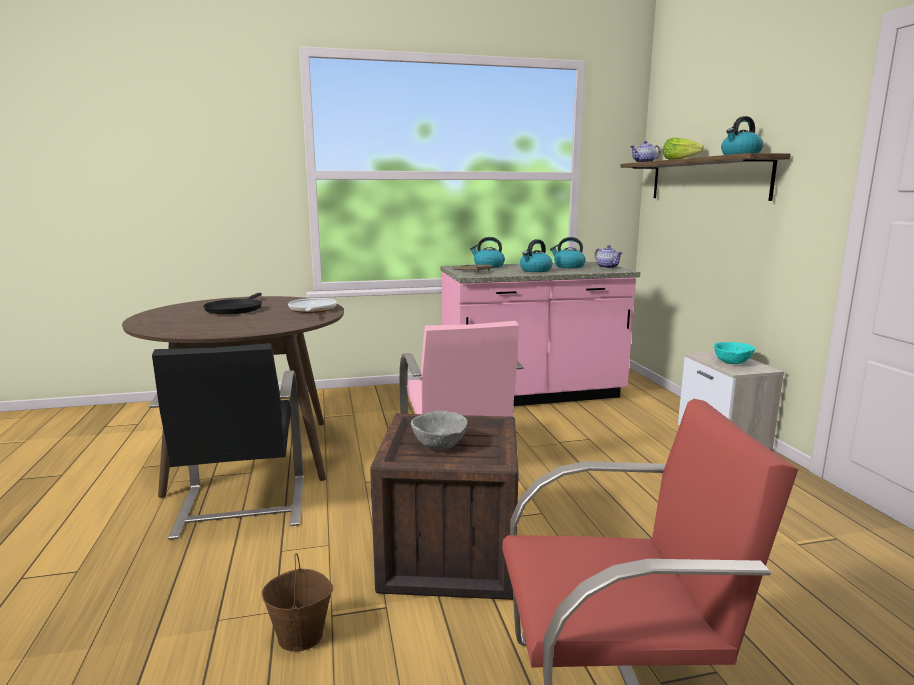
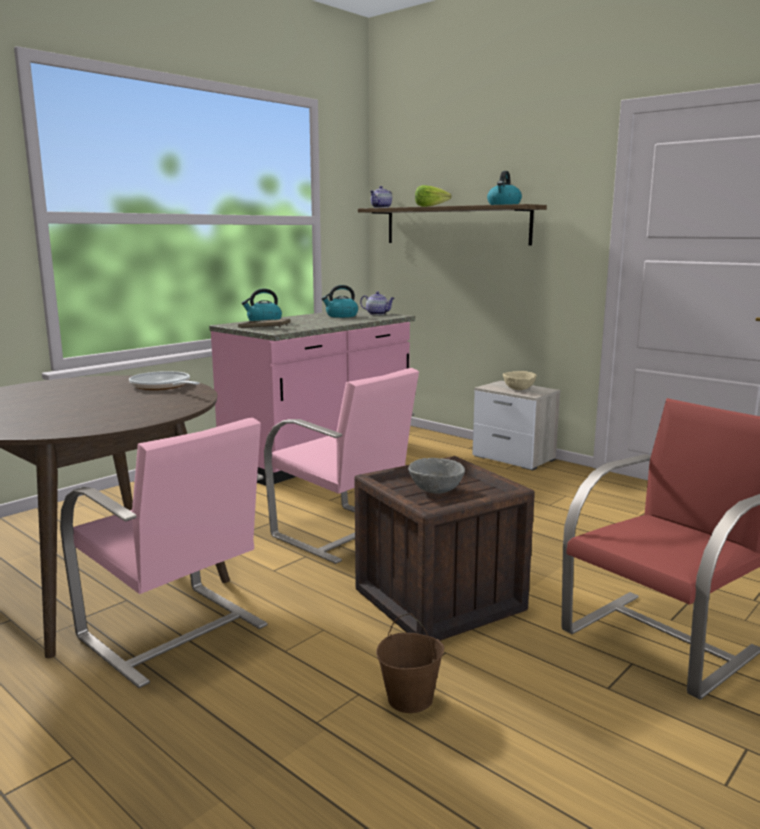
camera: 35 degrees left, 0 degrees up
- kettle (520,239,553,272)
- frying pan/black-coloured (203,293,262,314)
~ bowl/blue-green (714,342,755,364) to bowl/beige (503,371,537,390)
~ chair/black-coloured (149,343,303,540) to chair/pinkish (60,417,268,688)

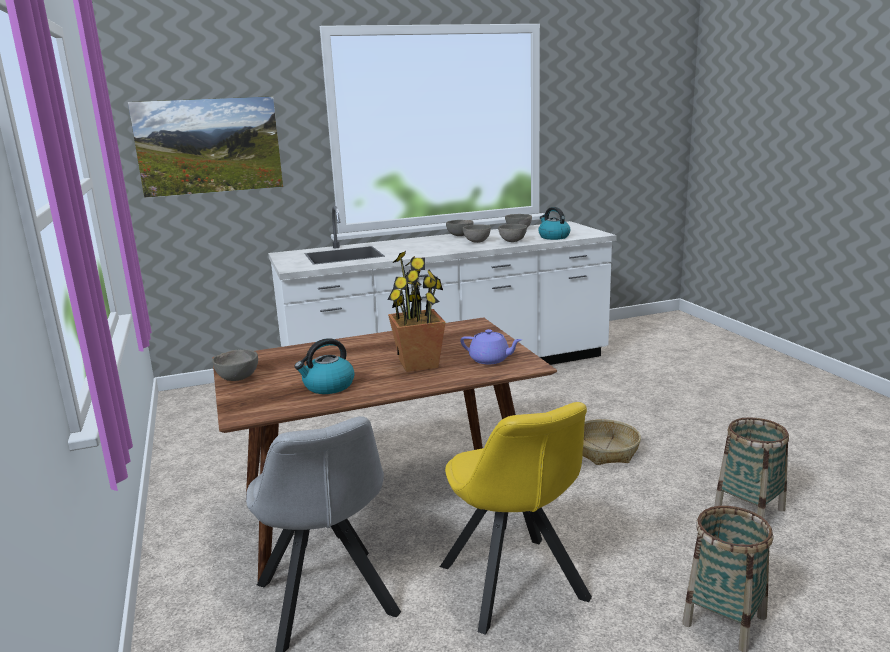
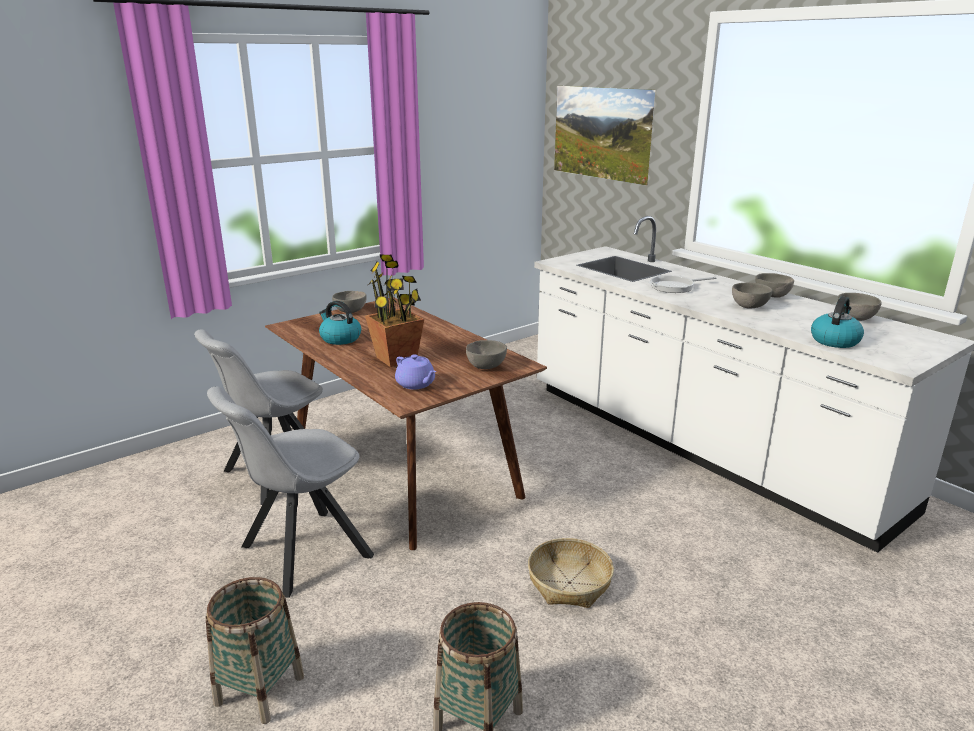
camera: 70 degrees right, 5 degrees up
~ bowl/greyish (498,224,527,242) to (466,340,507,369)
~ pot for tea/purple (460,329,522,364) = (395,354,436,390) 45 degrees counterclockwise
~ chair/yellowish (440,402,592,635) to chair/greyish (207,387,374,598)
+ frying pan (649,275,717,293)

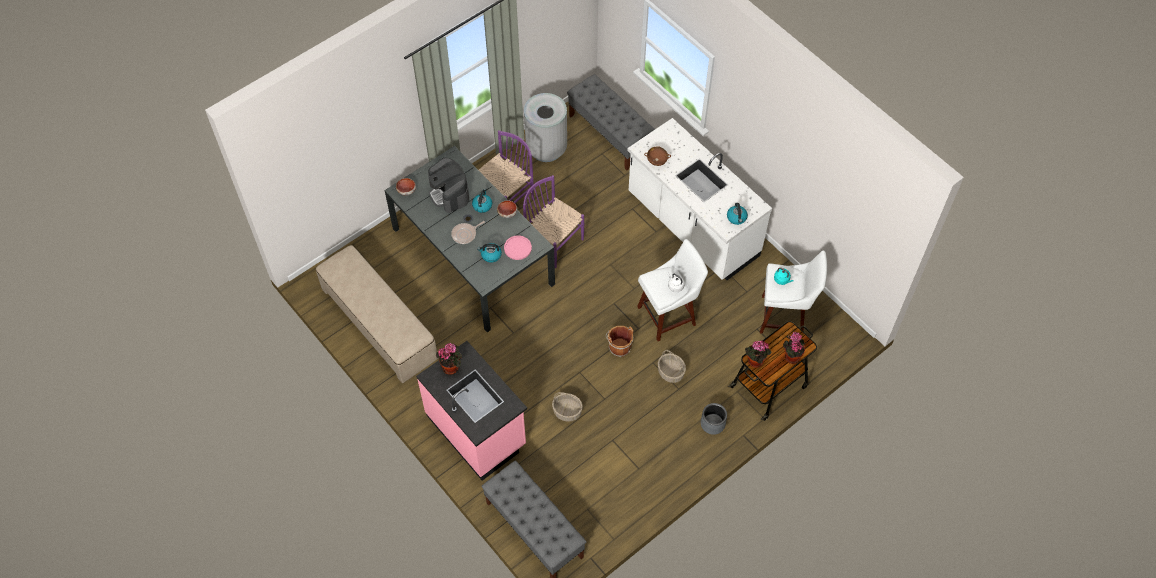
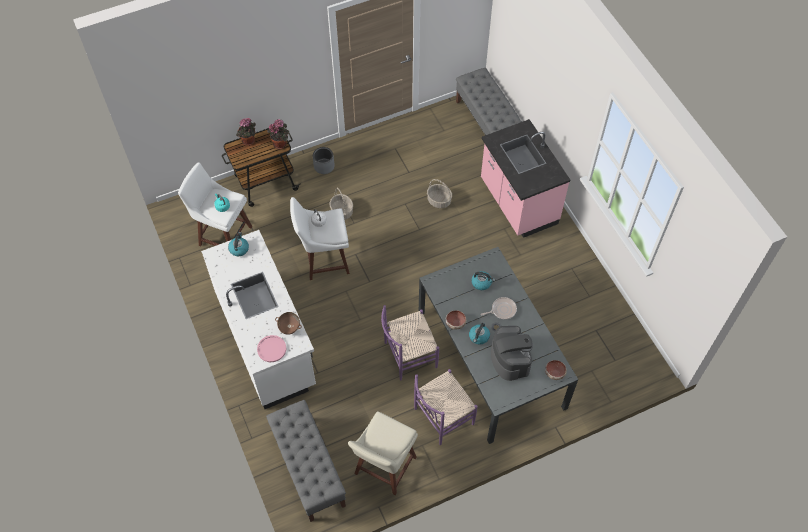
camera: 165 degrees left, 0 degrees up
~ rubbish bin/greyish (524,93,567,162) to sitting stool/beige (348,412,418,495)
~ chair/purple (523,175,584,268) = (381,305,439,381) 105 degrees clockwise
~ plate/pinkish (504,235,532,260) to (257,335,286,362)
- indoor bench/beige (316,245,438,383)
- water bucket/brownish (606,326,633,357)
- potted plant (436,343,462,375)

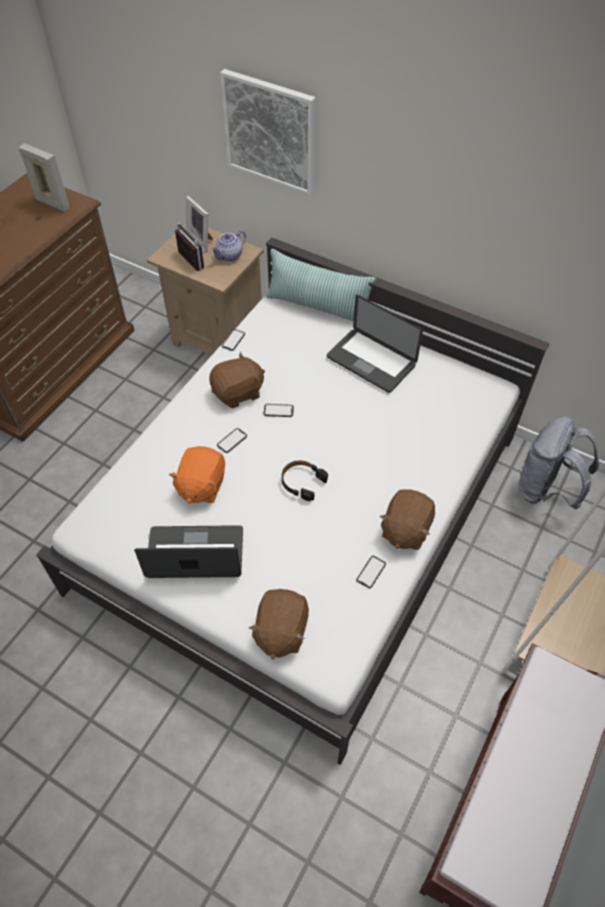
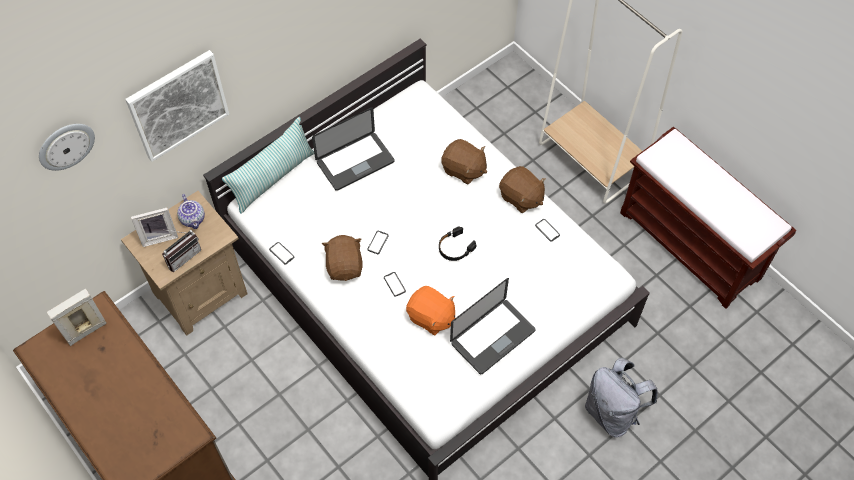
camera: 70 degrees left, 5 degrees up
~ radio set (174,223,204,271) = (162,230,201,272) 150 degrees clockwise
~ rucksack/greyish (519,417,599,509) to (585,358,658,438)
~ portable computer (134,525,243,578) = (450,278,536,374) 150 degrees counterclockwise
~ soft toy/brownish (249,589,309,660) to (441,139,487,184)
+ hanging clock (39,124,95,171)

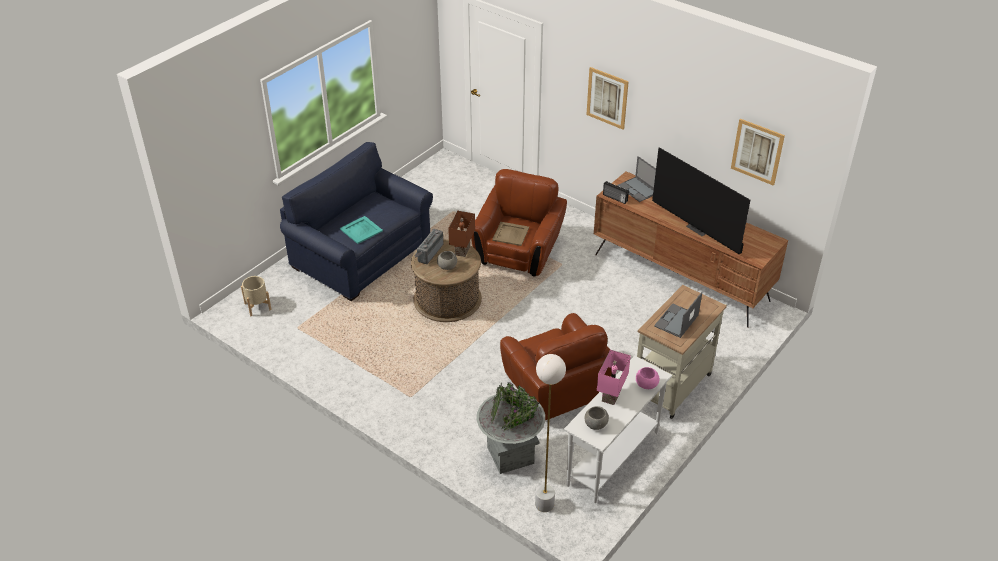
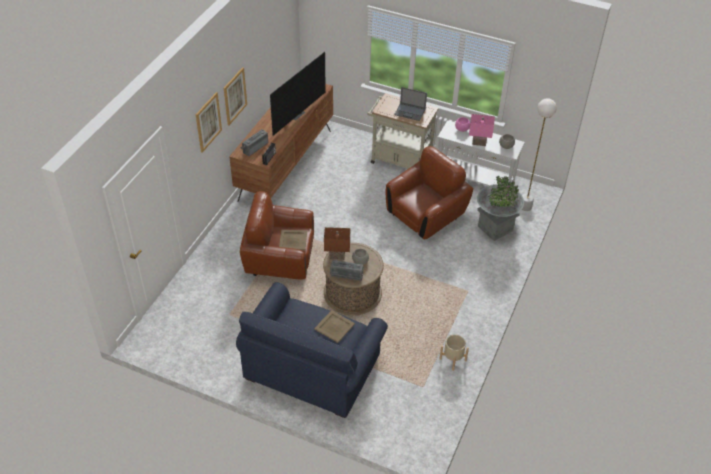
camera: 105 degrees left, 5 degrees up
~ wall picture (731,119,785,186) to (224,67,247,126)
~ portable computer (617,156,656,202) to radio set (241,129,268,156)
~ tray/blue-green (340,216,383,244) to tray/beige (314,310,355,343)
~ flower pot/beige (241,276,272,316) to (439,335,469,371)

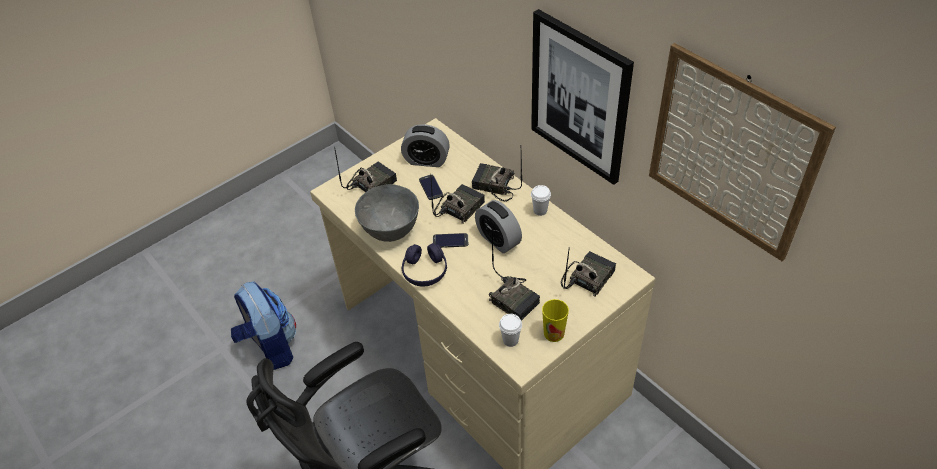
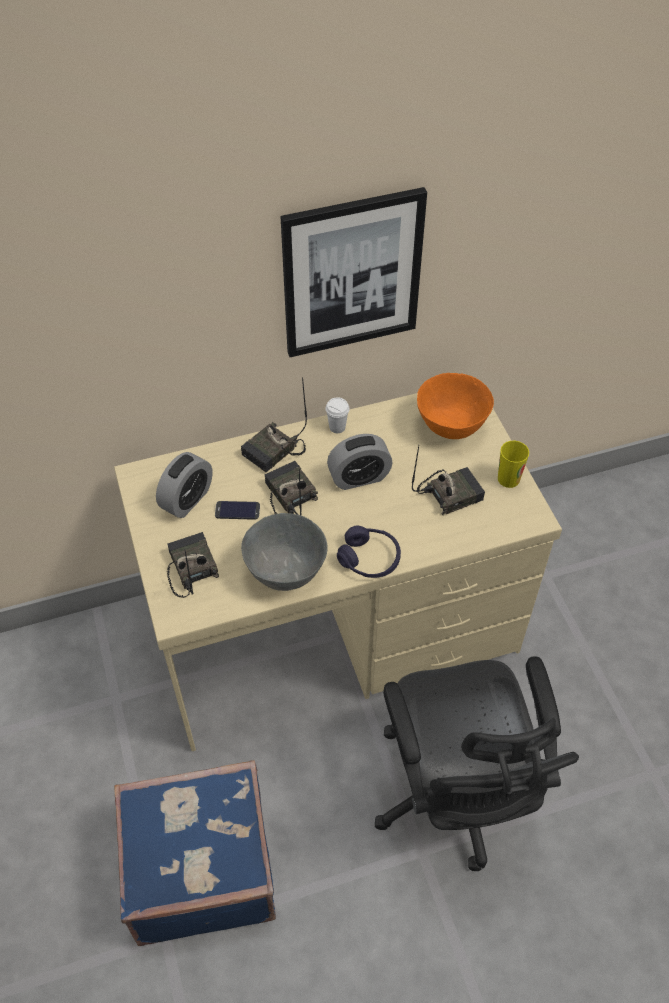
camera: 70 degrees left, 5 degrees up
- wall picture (649,43,836,261)
- telephone (433,233,468,248)
~ radio set (561,250,616,297) to bowl/orangey (417,373,494,439)
~ rucksack (231,281,296,370) to piece of luggage/blue-coloured (114,760,276,946)
- drinking cup/white-coloured (499,314,522,347)

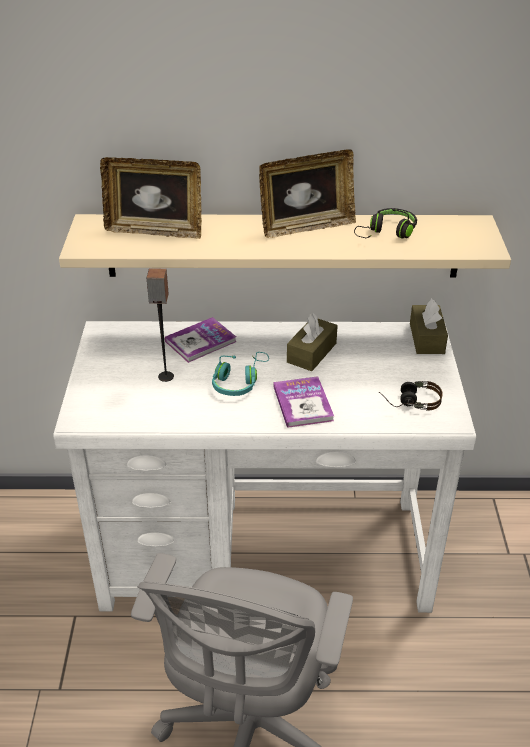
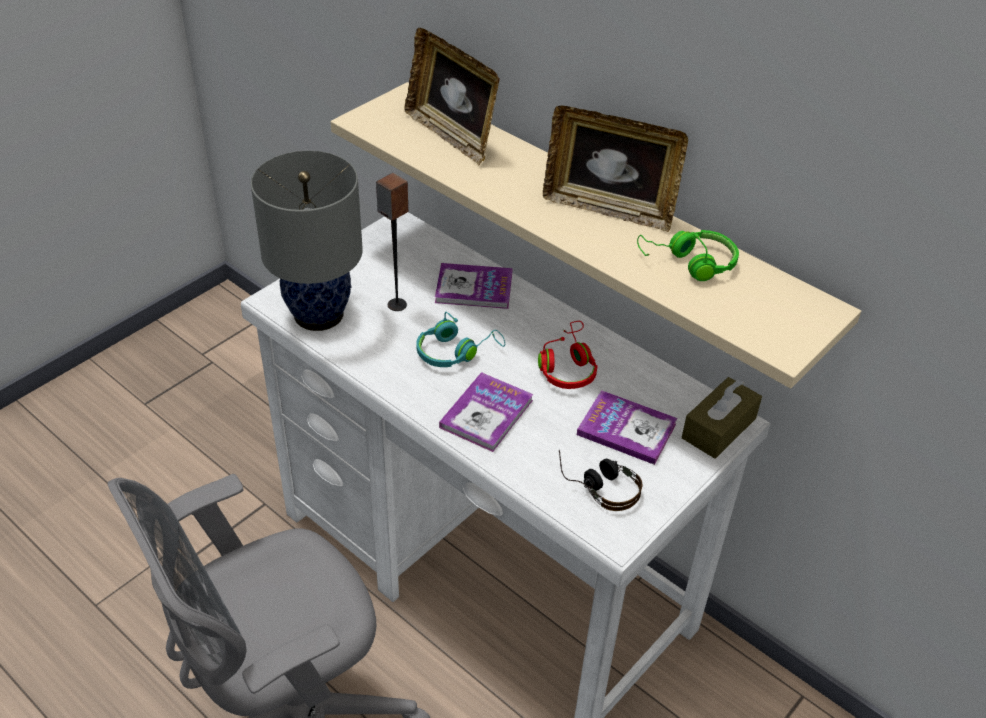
camera: 40 degrees right, 5 degrees up
~ pair of headphones/black-coloured (354,208,417,239) to pair of headphones/green (637,230,739,281)
~ tissue holder/brownish (287,313,338,371) to pair of headphones/red-coloured (538,321,597,389)
+ table lamp/greyish (251,151,363,331)
+ bound book (577,390,677,465)

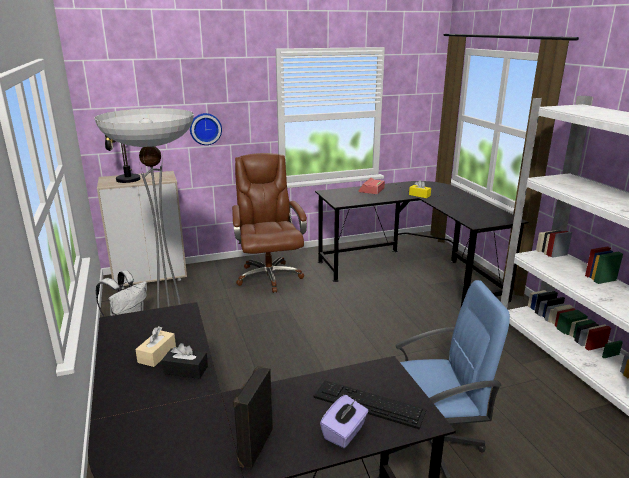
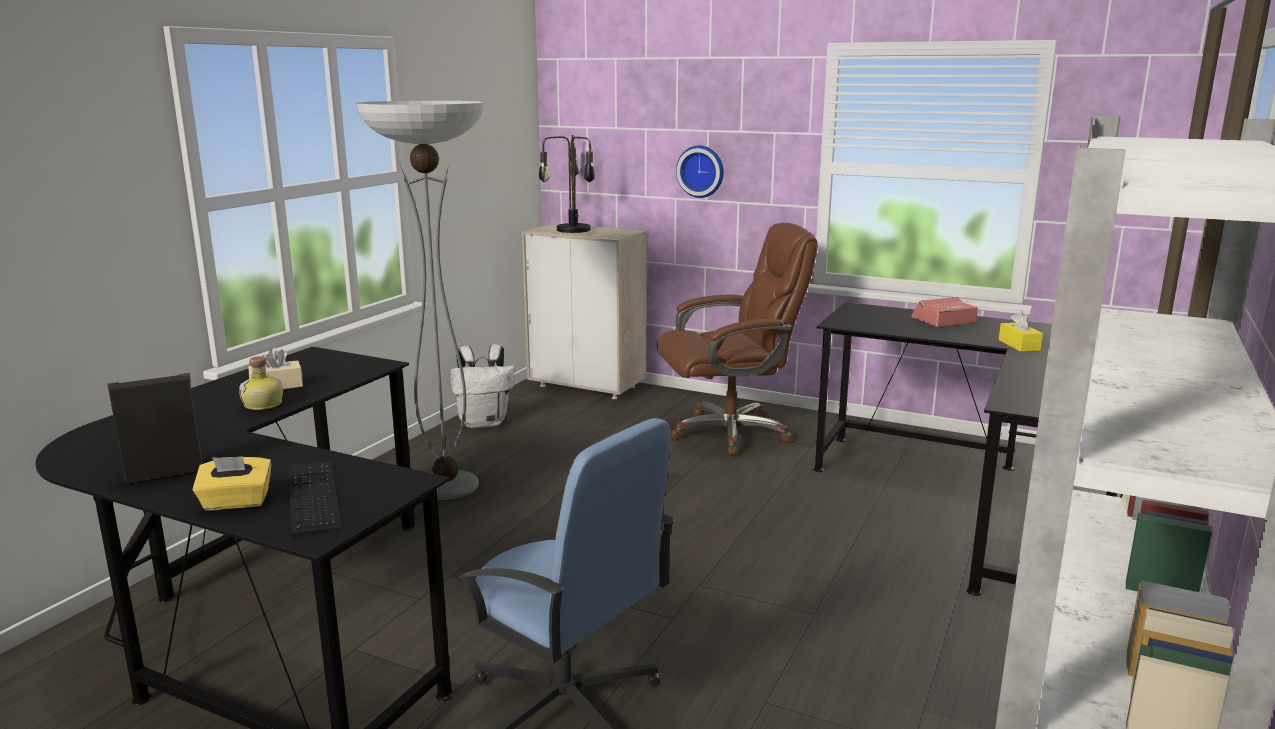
camera: 45 degrees right, 5 degrees down
~ computer chair/brownish (232,153,307,293) = (657,223,818,456) 45 degrees clockwise
~ tissue holder/black-coloured (162,343,208,379) to bottle (239,356,283,410)
~ tissue holder/purple (320,395,369,448) to tissue holder/yellowish (193,456,272,510)

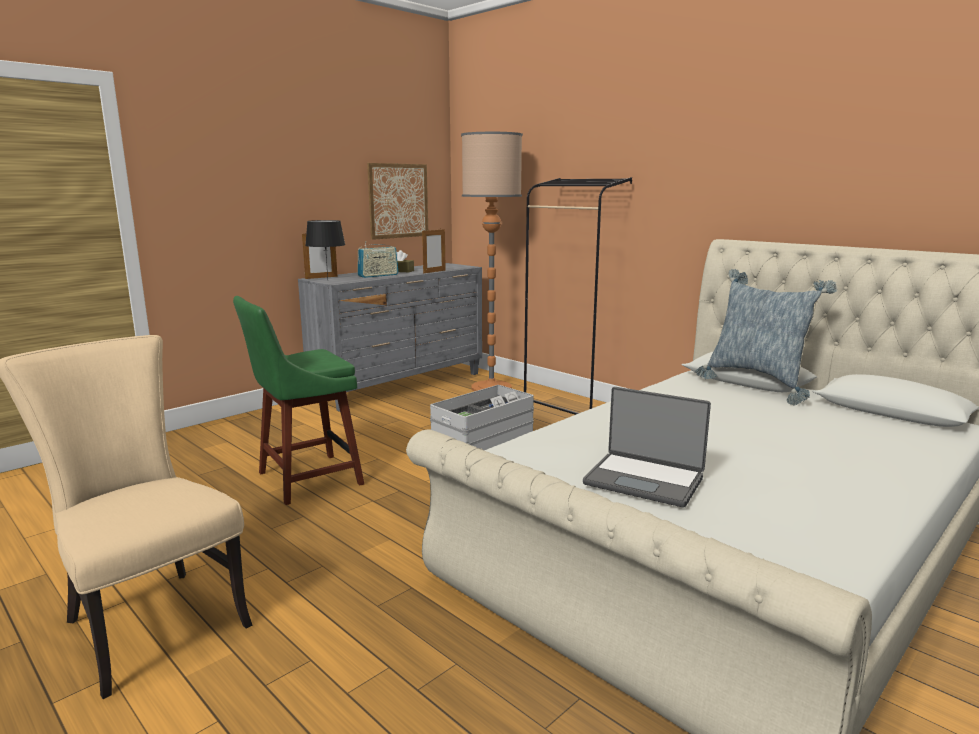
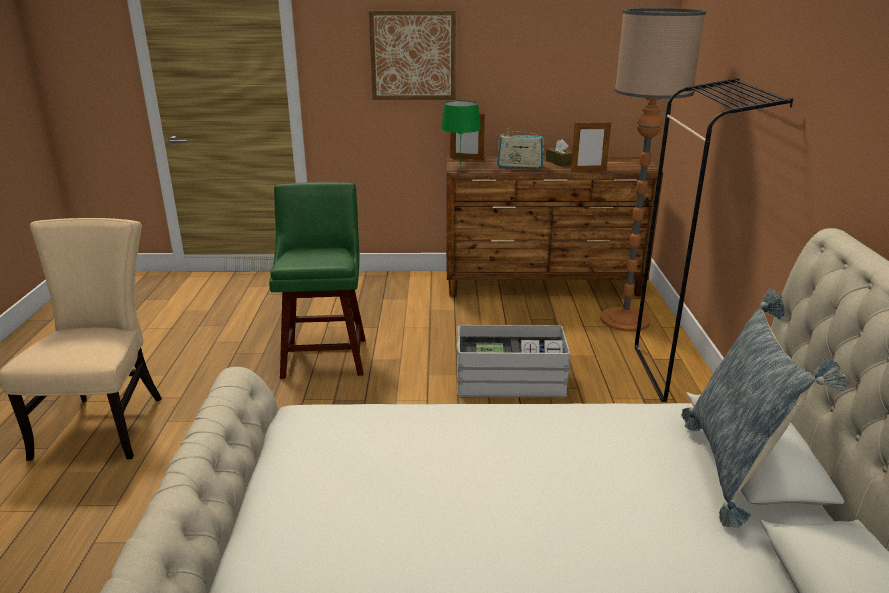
camera: 45 degrees right, 10 degrees up
~ wall picture (367,163,428,240) to (369,8,456,100)
~ table lamp/black-coloured (305,220,345,279) to table lamp/green (441,100,481,165)
~ drawer chest/greyish (298,263,482,412) to drawer chest/brownish (446,156,663,297)
~ chair/green (233,296,364,505) = (269,182,366,379) 75 degrees clockwise
- portable computer (583,387,711,507)

